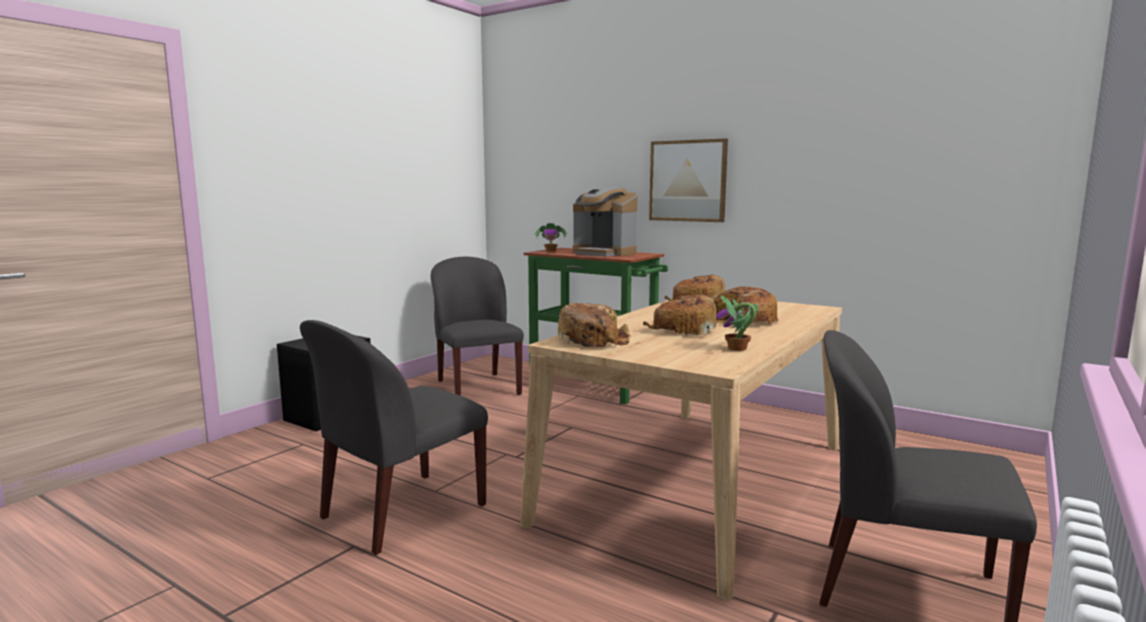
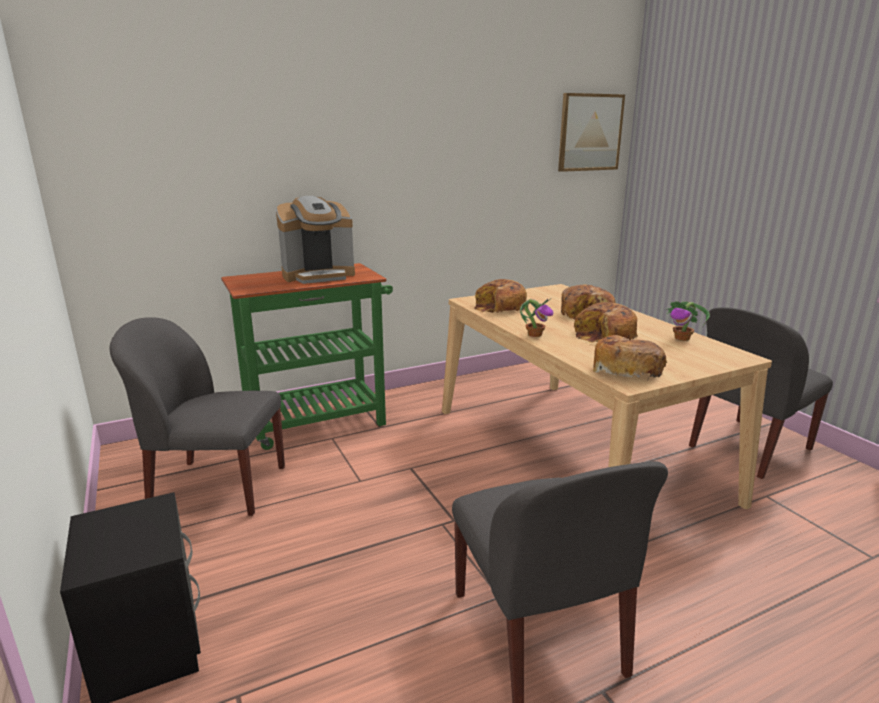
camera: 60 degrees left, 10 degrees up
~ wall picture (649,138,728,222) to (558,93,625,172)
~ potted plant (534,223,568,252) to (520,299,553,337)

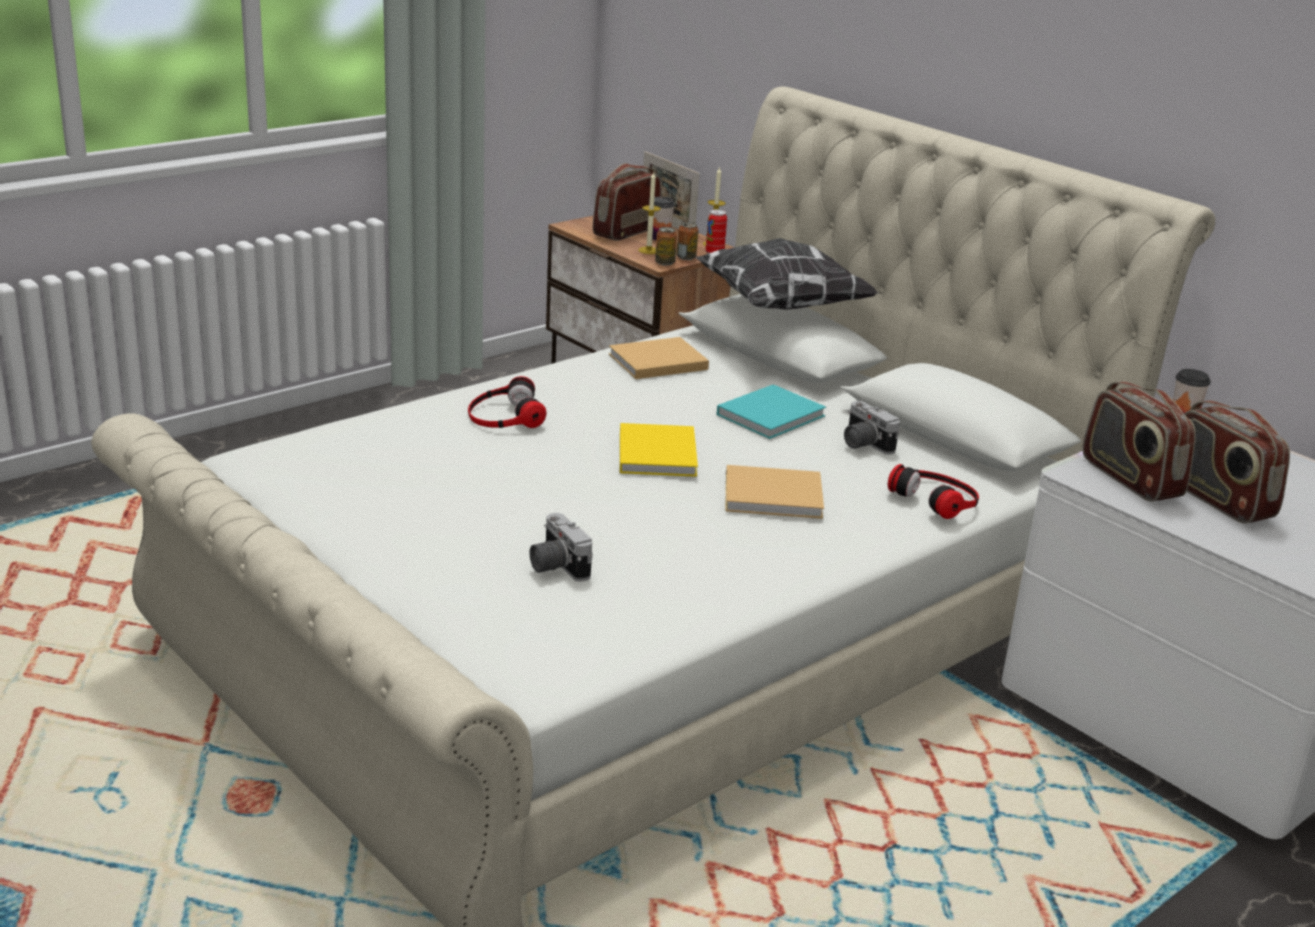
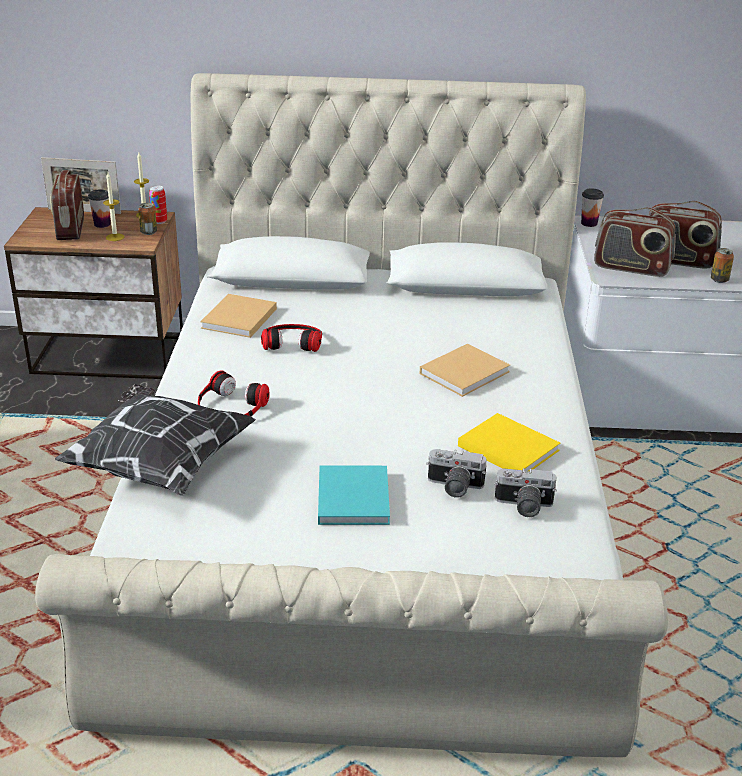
camera: 45 degrees left, 5 degrees up
~ metal can (655,227,677,266) to (711,248,734,283)
~ pillow (695,238,878,310) to (55,384,256,496)
~ bound book/blue-green (717,384,826,439) to (318,466,390,525)
~ still camera (844,401,900,455) to (494,468,557,517)
~ bound book/yellowish (620,423,698,477) to (458,413,560,471)
~ pair of headphones (888,464,979,519) to (261,324,322,352)

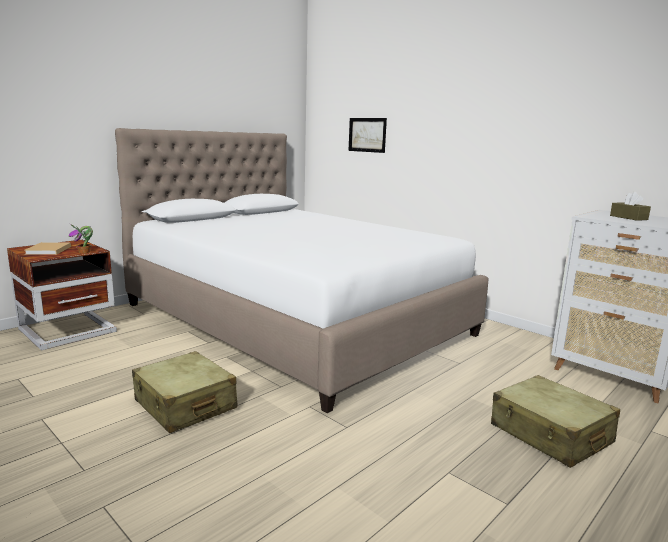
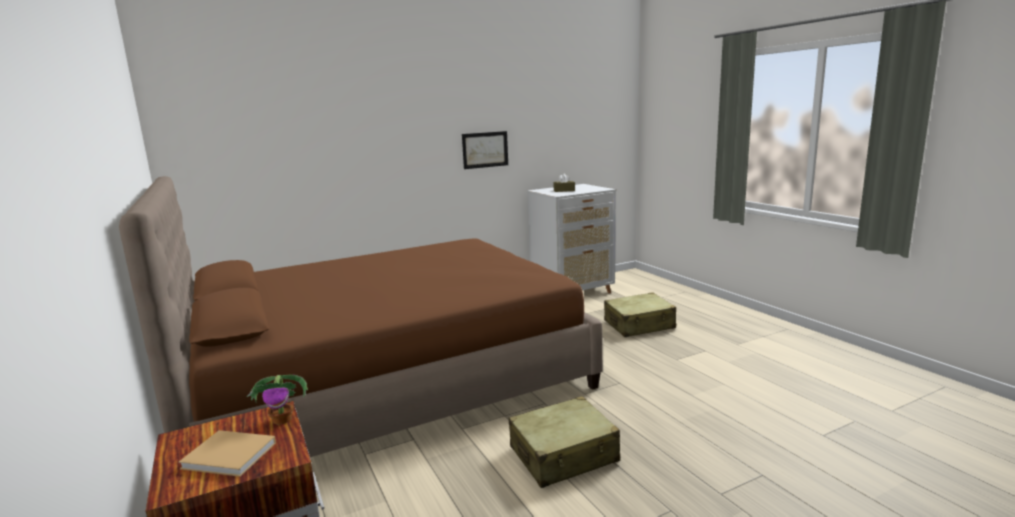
camera: 70 degrees left, 0 degrees up
~ wall picture (349,118,387,153) to (462,131,508,169)
~ bedroom bed/white-coloured (115,128,489,413) to bedroom bed/brownish (119,176,603,457)

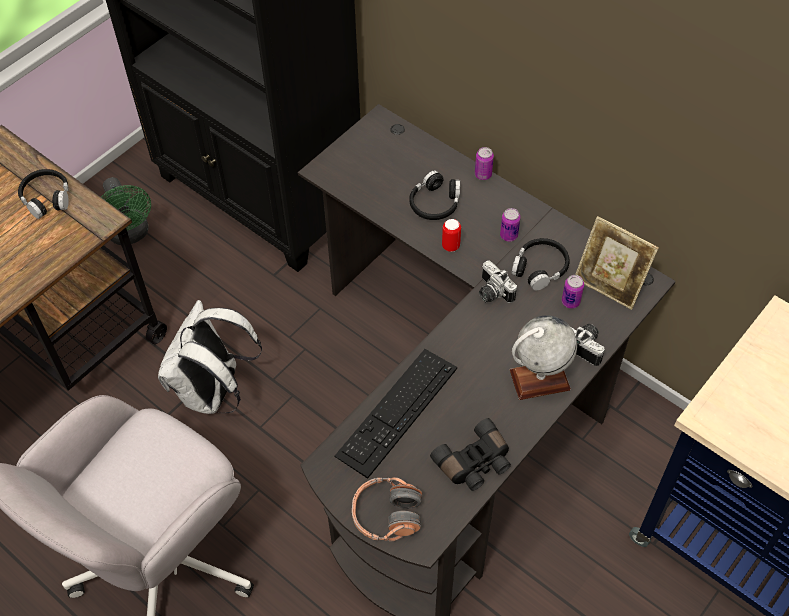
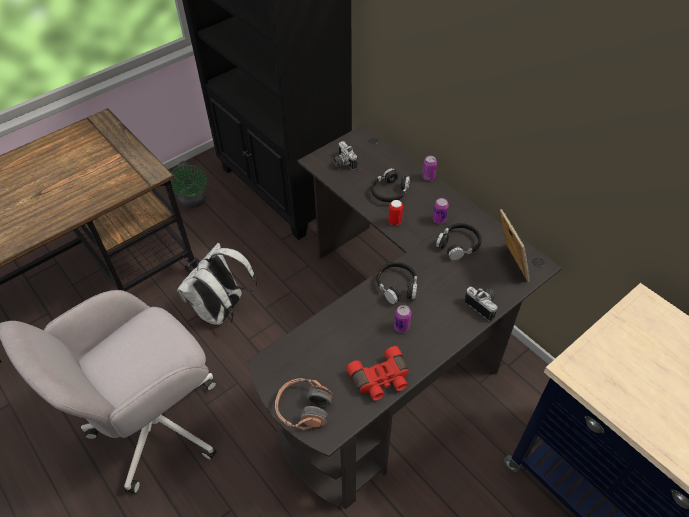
camera: 10 degrees right, 5 degrees down
~ pair of headphones/black-coloured (18,169,69,219) to (376,262,417,304)
~ picture frame (575,216,659,310) = (500,209,530,282) 150 degrees counterclockwise
~ still camera (479,260,517,303) to (333,141,357,170)
~ metal can (562,275,584,309) to (394,305,411,333)
- globe (510,315,577,400)
- PC keyboard (334,349,457,479)
~ field glasses/black-coloured (430,418,511,491) to field glasses/red-coloured (346,346,409,400)

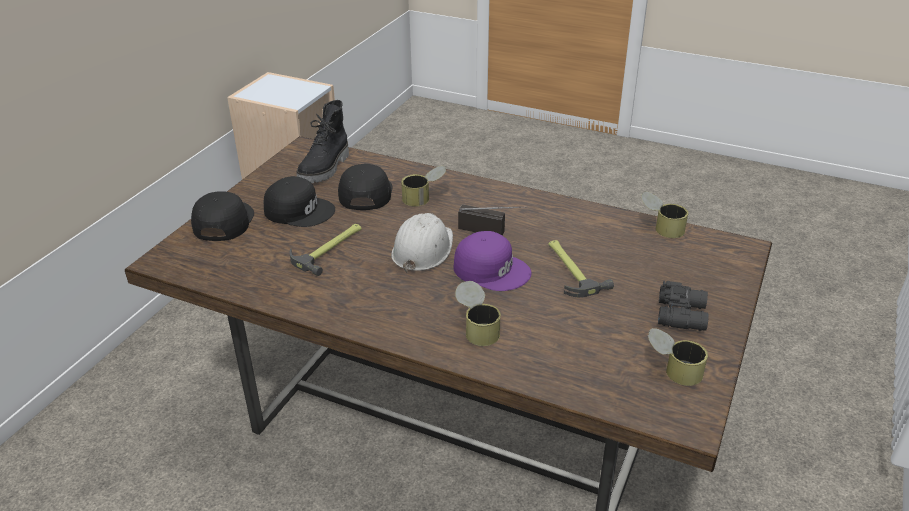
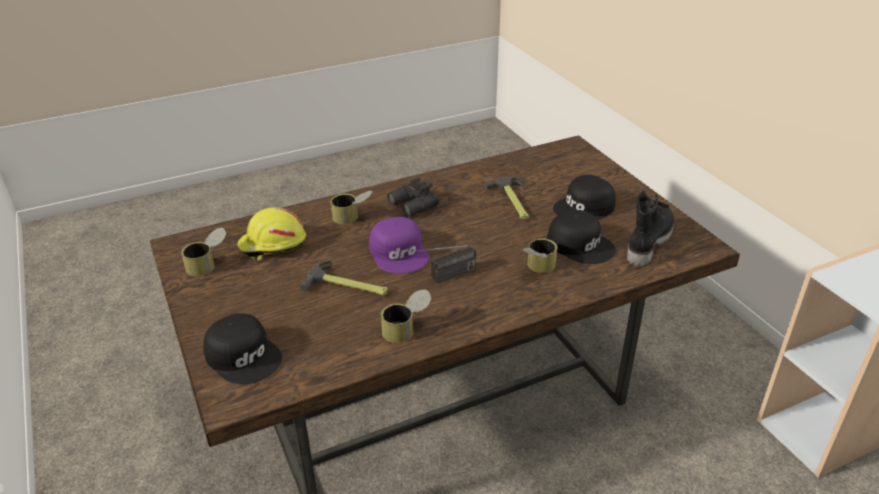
camera: 130 degrees right, 0 degrees up
~ boot/black-coloured (297,100,349,183) = (627,190,674,266) 60 degrees clockwise
~ baseball cap/black-coloured (191,191,254,241) to (203,313,282,384)
~ metal can (641,192,689,238) to (381,290,431,343)
- safety helmet/white-coloured (391,213,453,273)
~ baseball cap/purple (453,231,532,291) = (369,217,429,274) 90 degrees counterclockwise
~ field glasses/black-coloured (658,281,709,331) to (387,178,439,217)
+ safety helmet/yellowish (237,207,306,261)

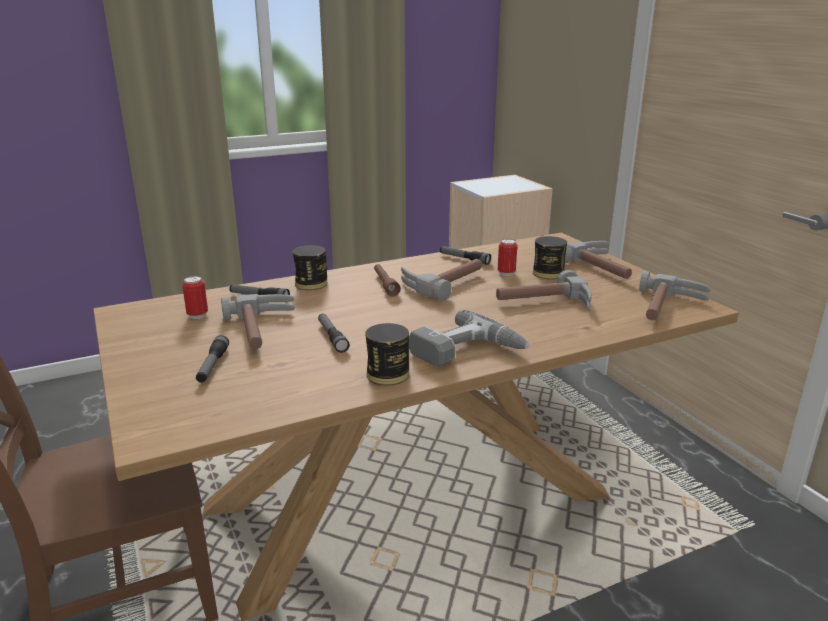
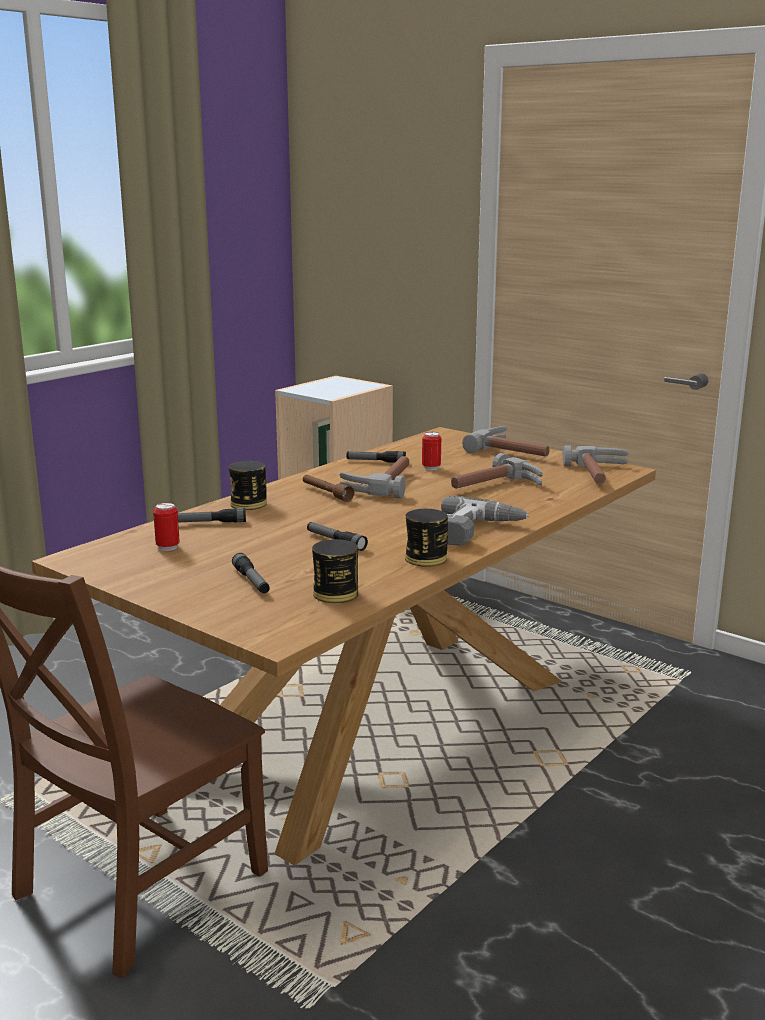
camera: 25 degrees left, 5 degrees down
~ metal can (533,236,567,279) to (312,539,358,603)
- tool hammer (221,294,295,349)

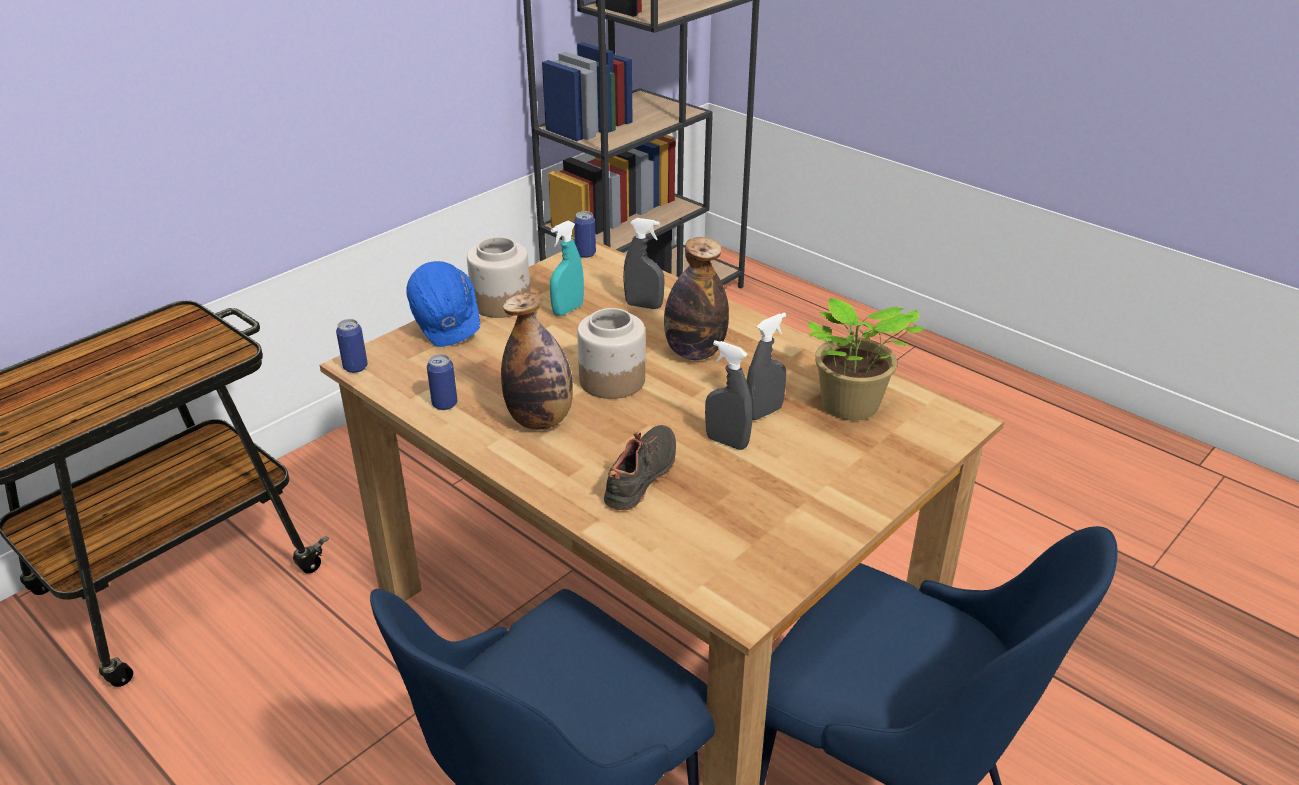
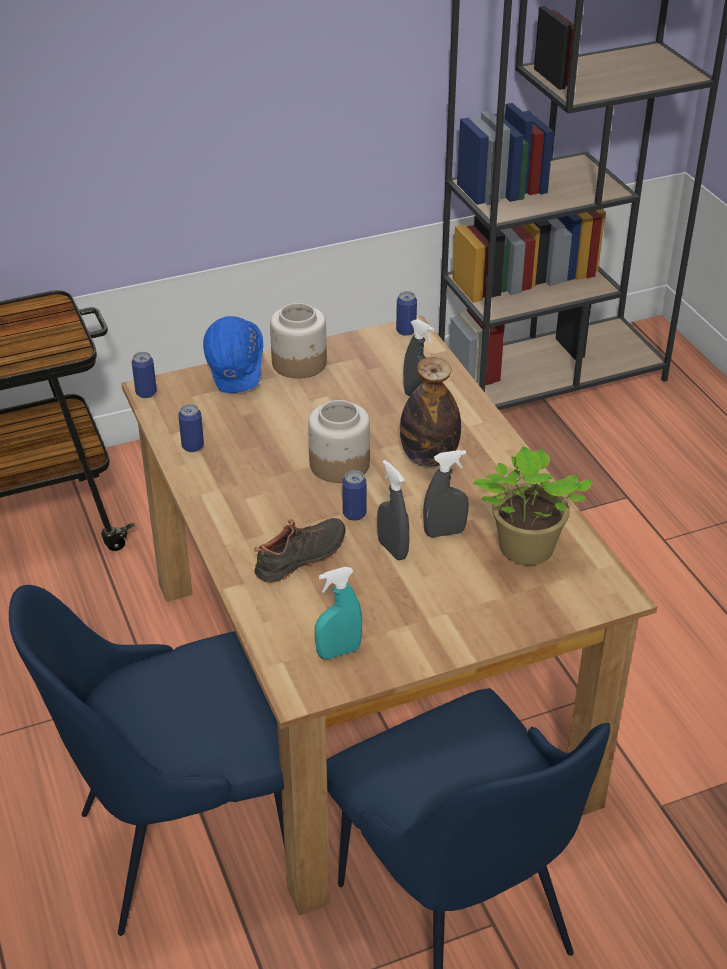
camera: 25 degrees right, 5 degrees up
~ hand sprayer/blue-green (550,221,584,316) to (315,567,362,659)
- bottle (501,293,573,430)
+ metal can (342,470,366,521)

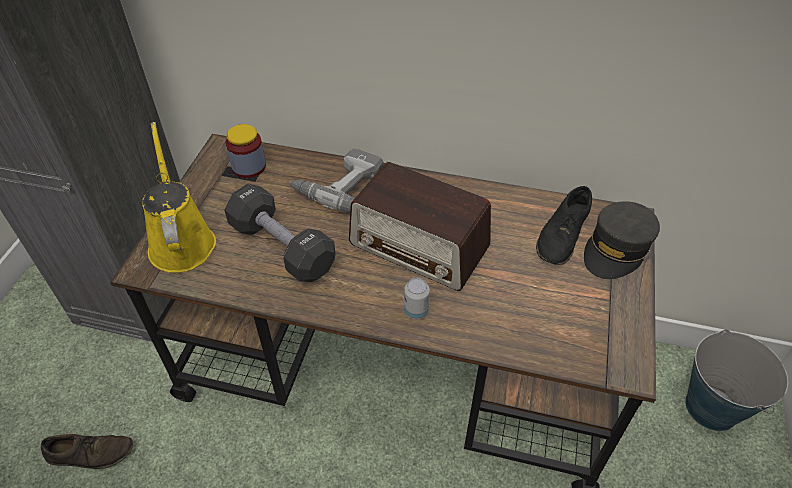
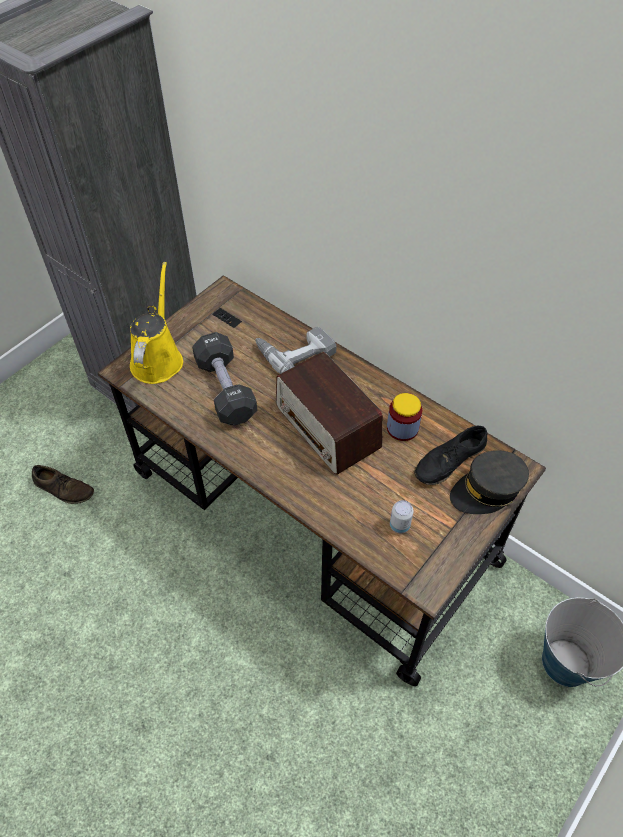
camera: 25 degrees right, 5 degrees up
~ storage jar (226,124,266,178) to (387,393,422,441)
~ metal can (404,278,430,319) to (390,500,414,533)

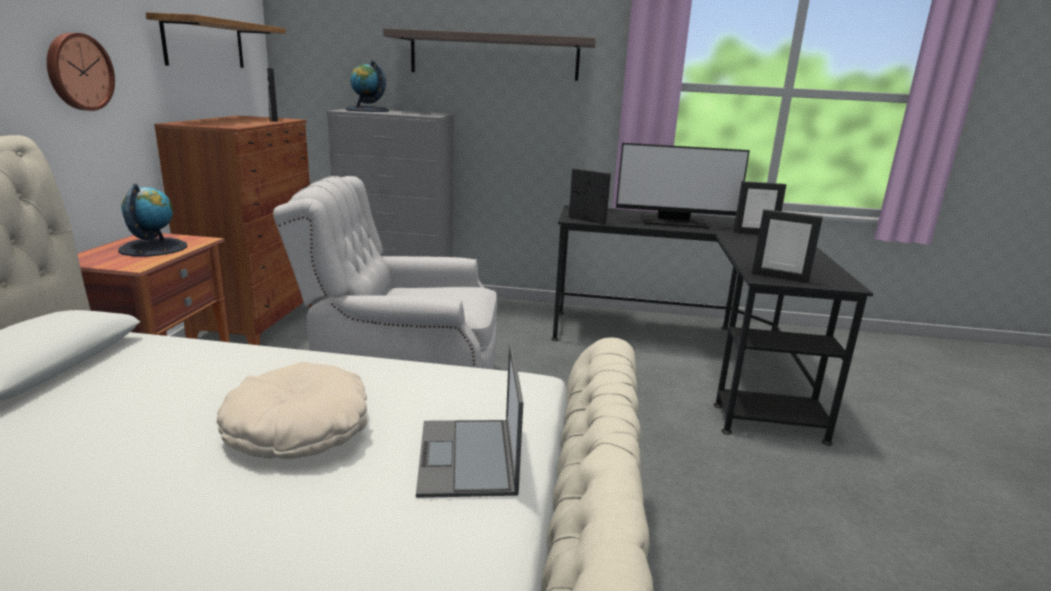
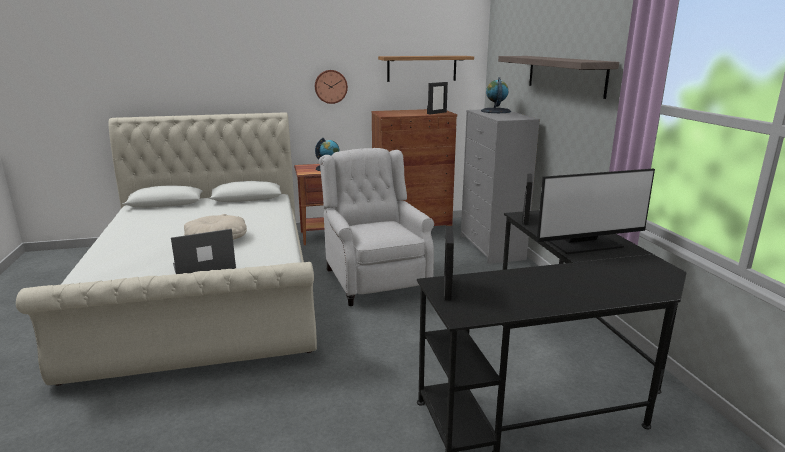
camera: 70 degrees right, 0 degrees up
~ computer screen (616,143,750,229) = (537,169,655,254) 90 degrees counterclockwise
- picture frame (733,181,786,235)

